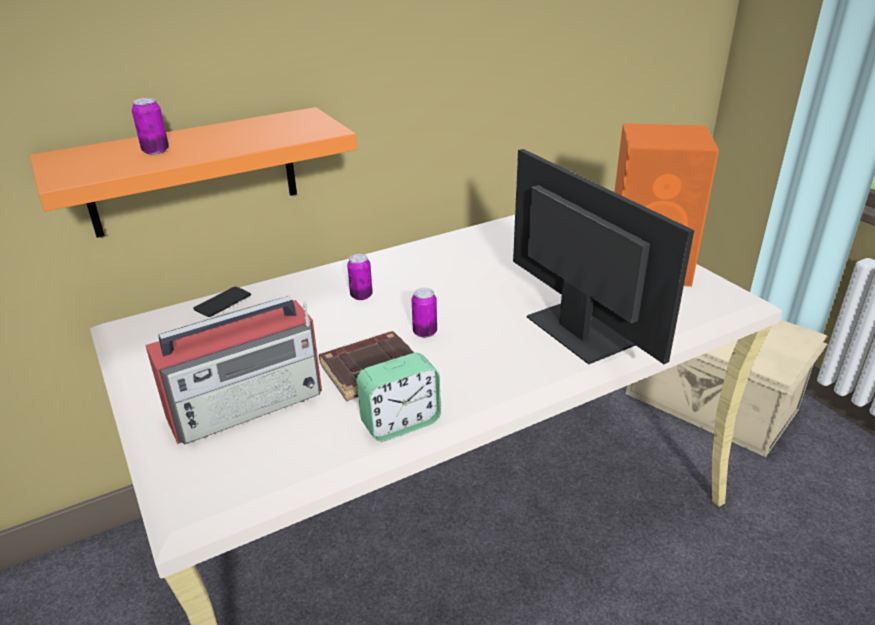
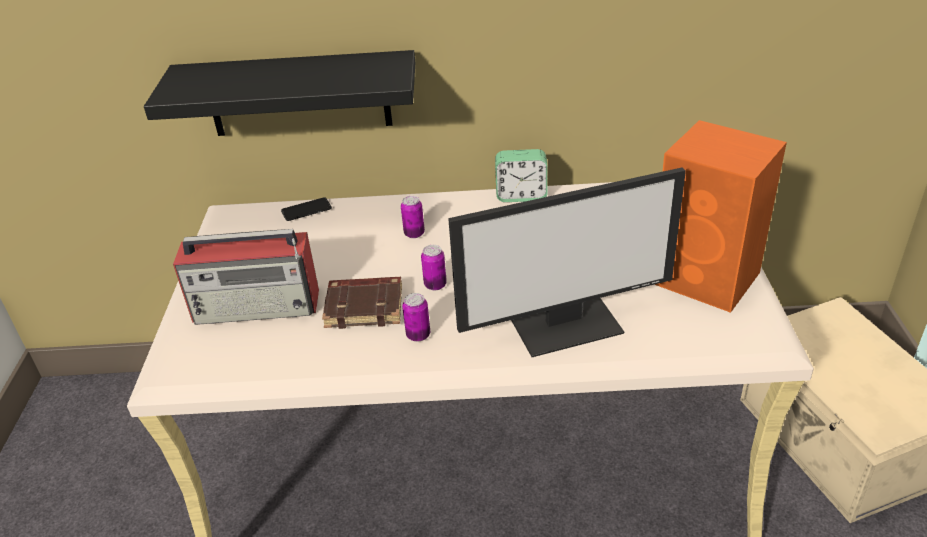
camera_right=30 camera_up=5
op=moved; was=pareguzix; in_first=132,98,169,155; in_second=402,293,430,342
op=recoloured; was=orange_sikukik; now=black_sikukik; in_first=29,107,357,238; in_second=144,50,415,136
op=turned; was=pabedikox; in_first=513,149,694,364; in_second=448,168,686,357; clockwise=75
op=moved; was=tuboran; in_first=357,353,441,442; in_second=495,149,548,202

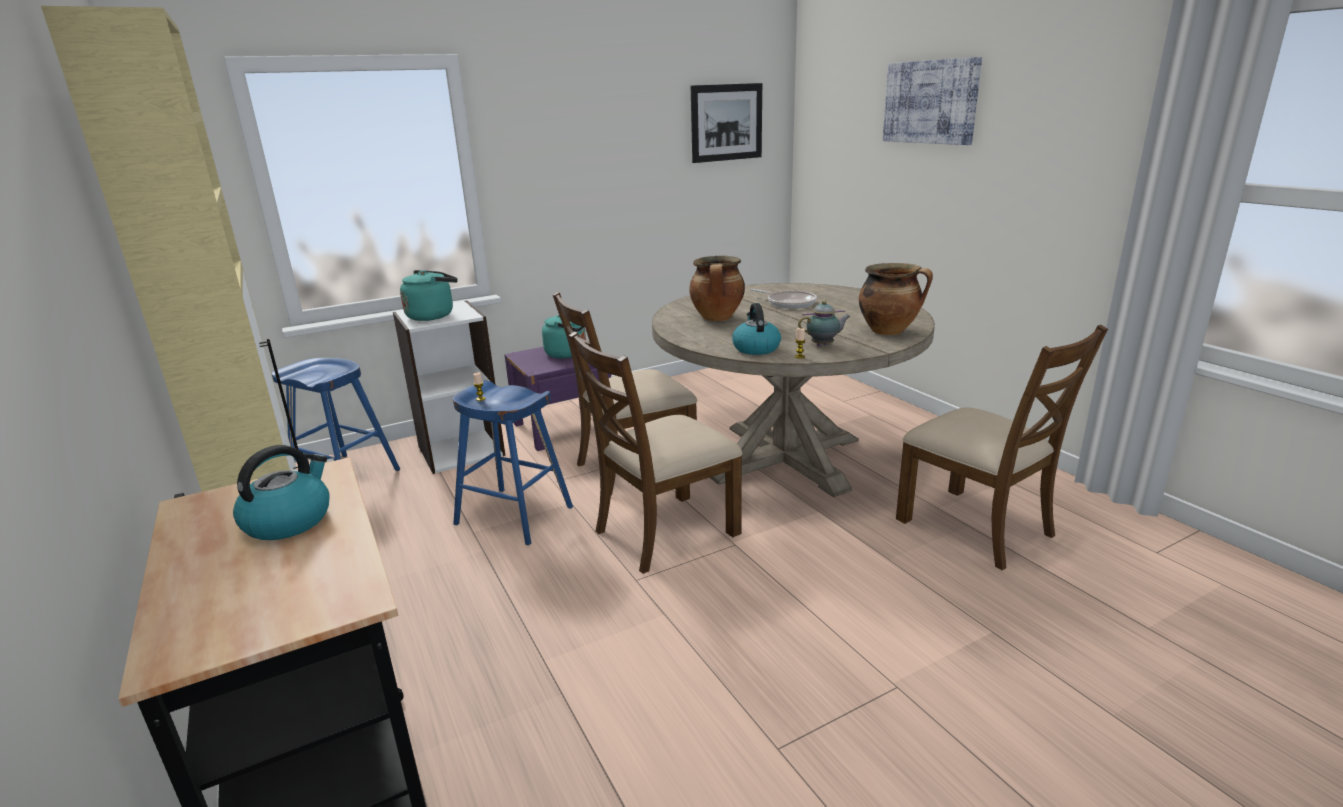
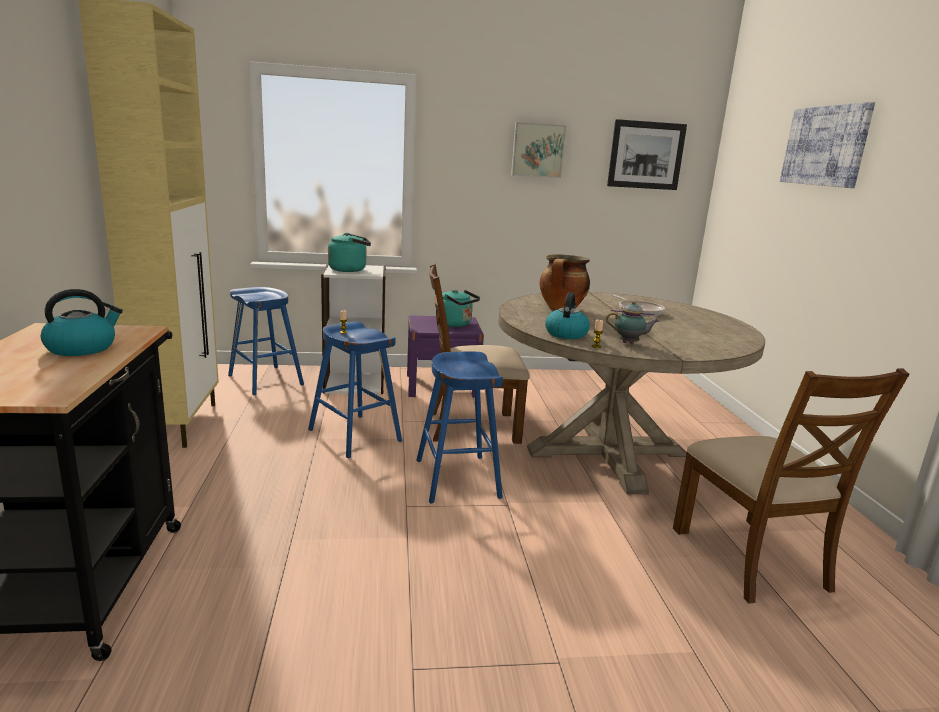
camera_right=20 camera_up=-5
op=removed; was=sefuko; in_first=859,263,933,335
op=replaced; was=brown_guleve; now=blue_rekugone; in_first=568,332,743,574; in_second=416,352,503,504
op=added; now=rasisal; in_second=511,122,566,178

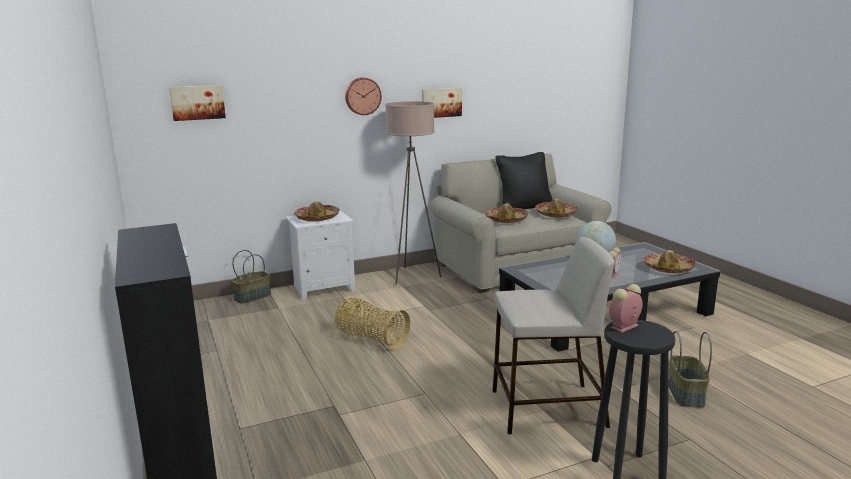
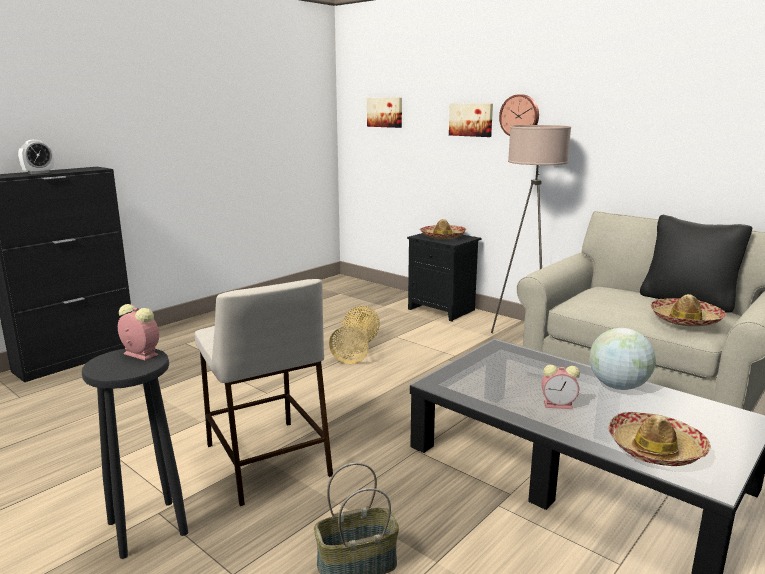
camera_right=65 camera_up=0
op=moved; was=rasisal; in_first=422,88,462,118; in_second=449,103,493,137
op=removed; was=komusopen; in_first=485,203,529,223
op=recoloured; was=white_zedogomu; now=black_zedogomu; in_first=286,210,355,301; in_second=407,233,481,322
op=removed; was=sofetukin; in_first=231,250,271,304
op=added; now=tuboran; in_second=18,140,54,174

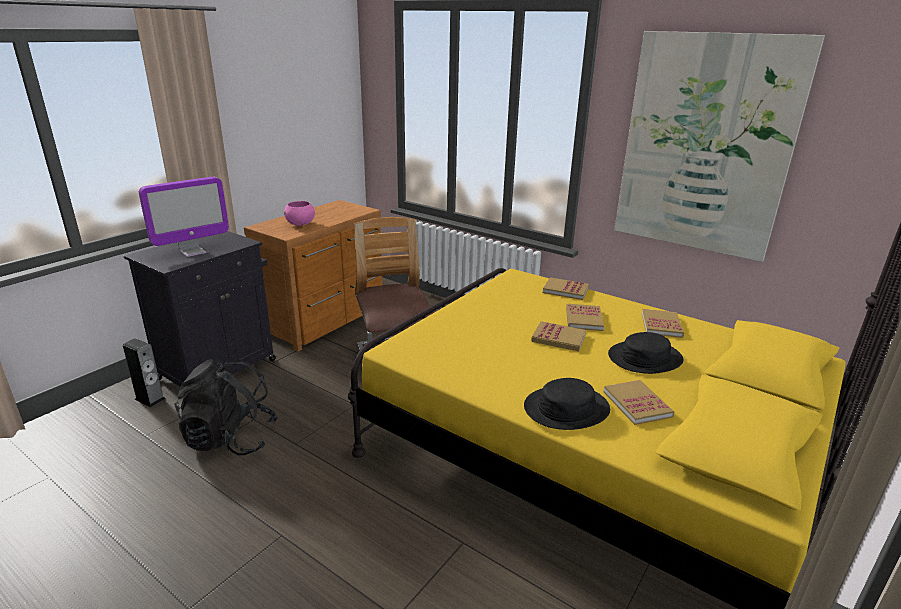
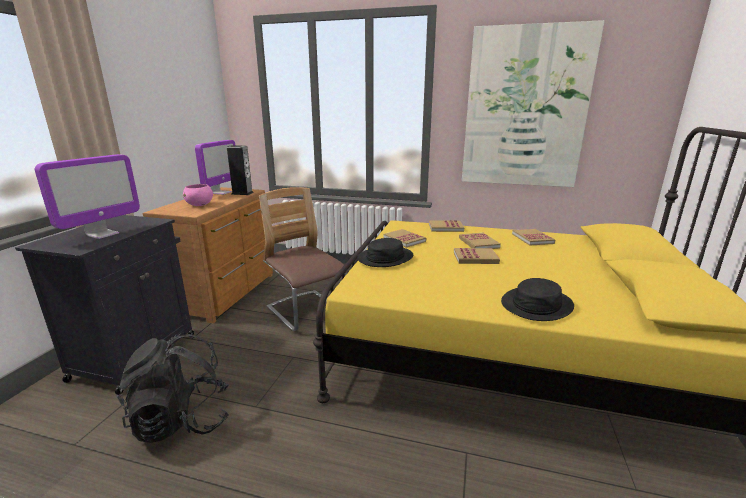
camera_right=-20 camera_up=-5
op=moved; was=black_komusopen; in_first=608,332,683,374; in_second=357,238,413,267
op=moved; was=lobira; in_first=123,338,165,407; in_second=227,145,254,195
op=moved; was=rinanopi; in_first=604,380,675,425; in_second=383,229,426,248
op=added; now=pabedikox; in_second=195,140,236,195

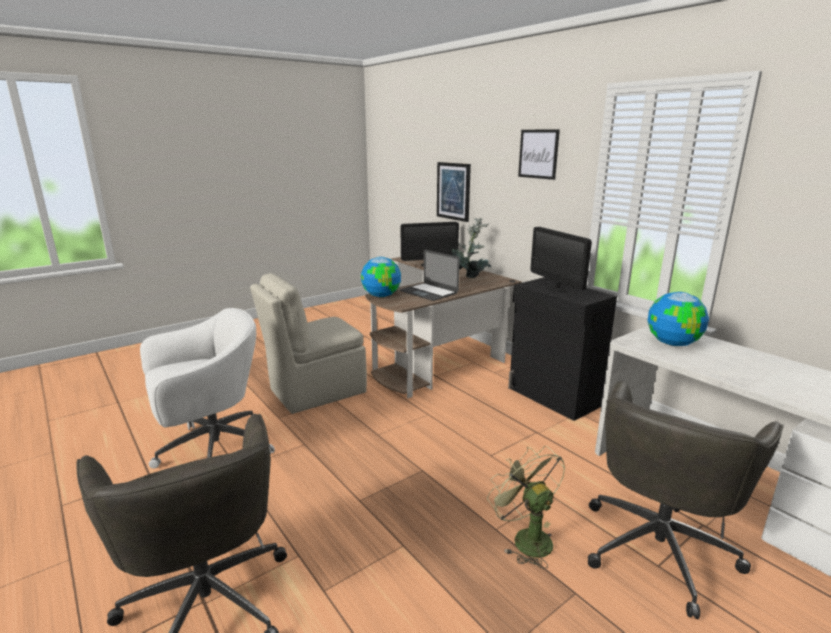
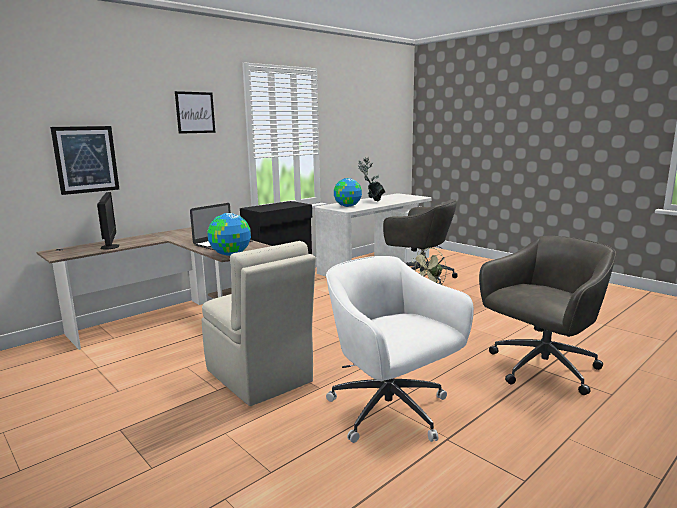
camera_right=-95 camera_up=-5
op=moved; was=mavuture; in_first=452,218,491,278; in_second=358,157,386,201
op=removed; was=pabedikox; in_first=531,227,592,292

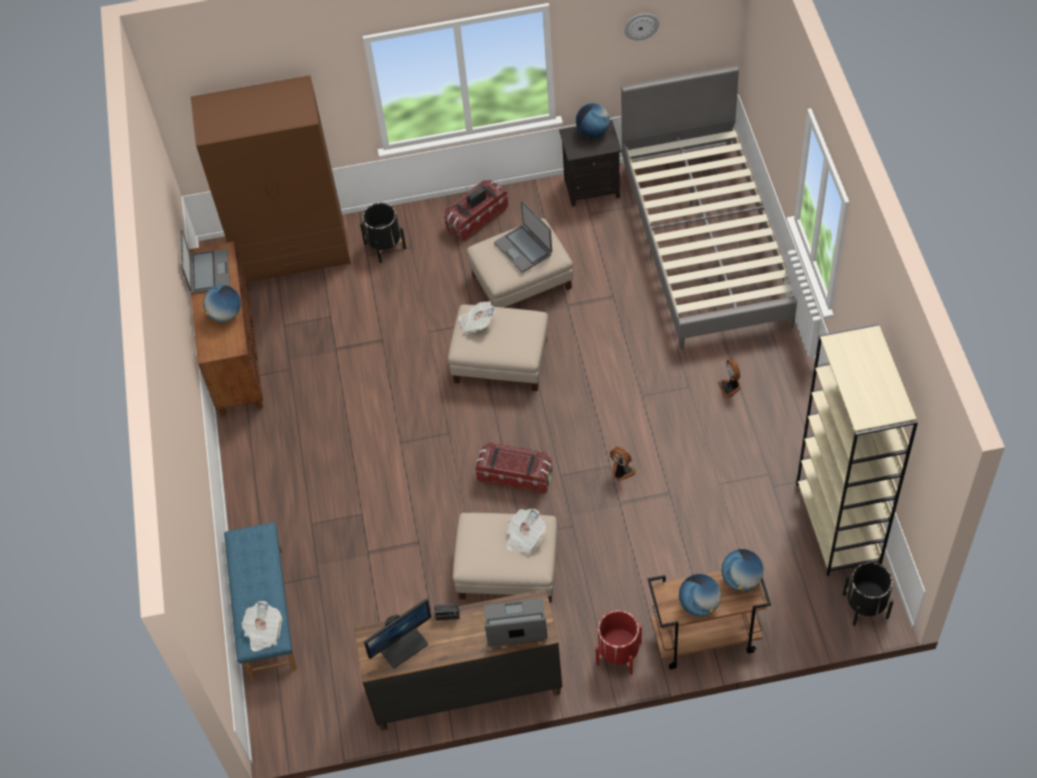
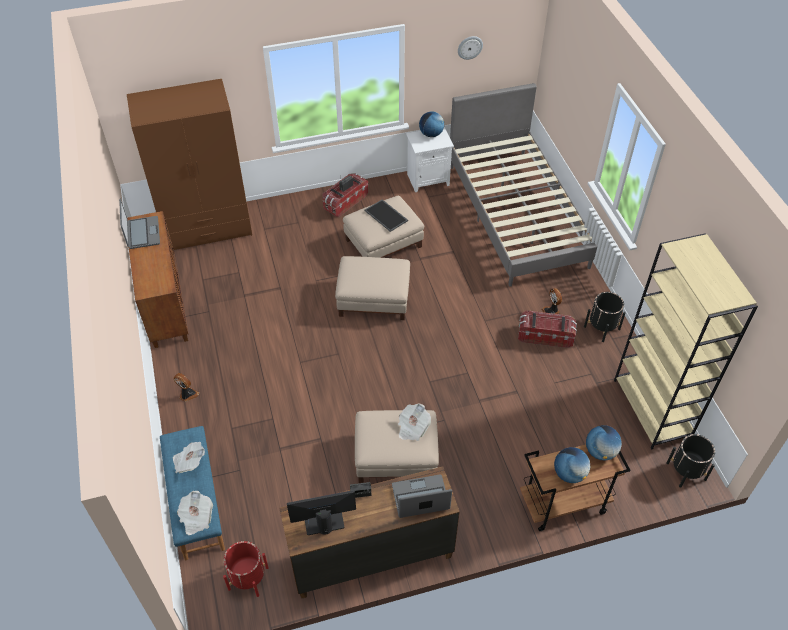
camera_right=-10 camera_up=-5
op=recoloured; was=black_zedogomu; now=white_zedogomu; in_first=559,120,622,207; in_second=406,127,454,192
op=replaced; was=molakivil; now=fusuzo; in_first=494,201,552,273; in_second=365,199,408,232
op=moved; was=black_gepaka; in_first=360,203,406,263; in_second=584,292,626,342
op=removed; was=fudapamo; in_first=203,285,241,322
op=moved; was=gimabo; in_first=459,301,495,333; in_second=173,442,205,473
op=moved; was=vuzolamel; in_first=475,443,552,495; in_second=518,310,577,348
op=moved; was=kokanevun; in_first=610,446,636,481; in_second=174,373,199,402
op=turned; was=pabedikox; in_first=364,598,431,668; in_second=287,490,356,535; clockwise=-150
op=moved; was=red_gepaka; in_first=595,610,642,674; in_second=223,541,269,597

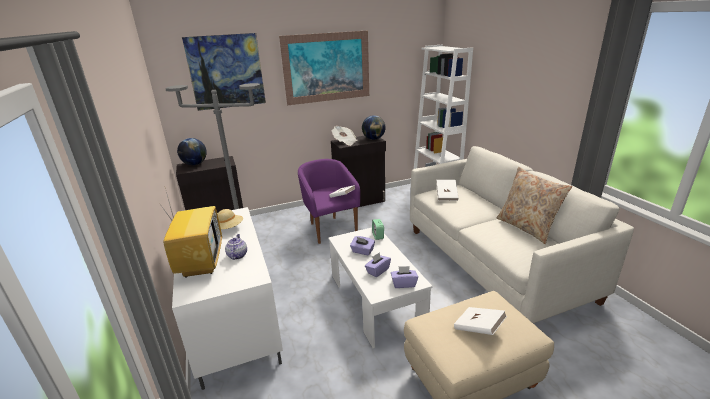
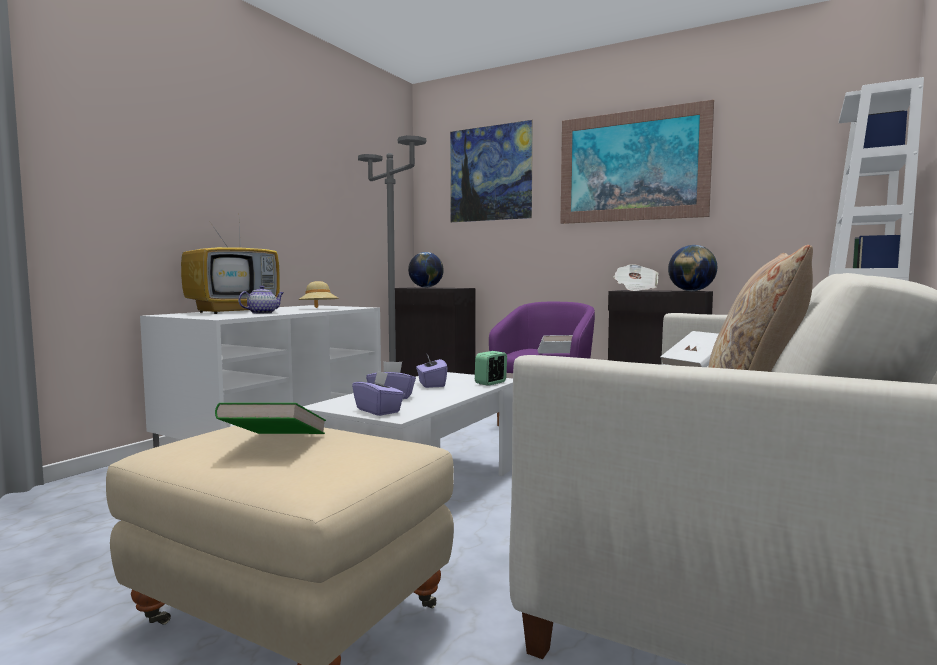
camera_right=50 camera_up=-20
op=recoloured; was=white_rinanopi; now=green_rinanopi; in_first=454,307,507,335; in_second=215,403,326,434

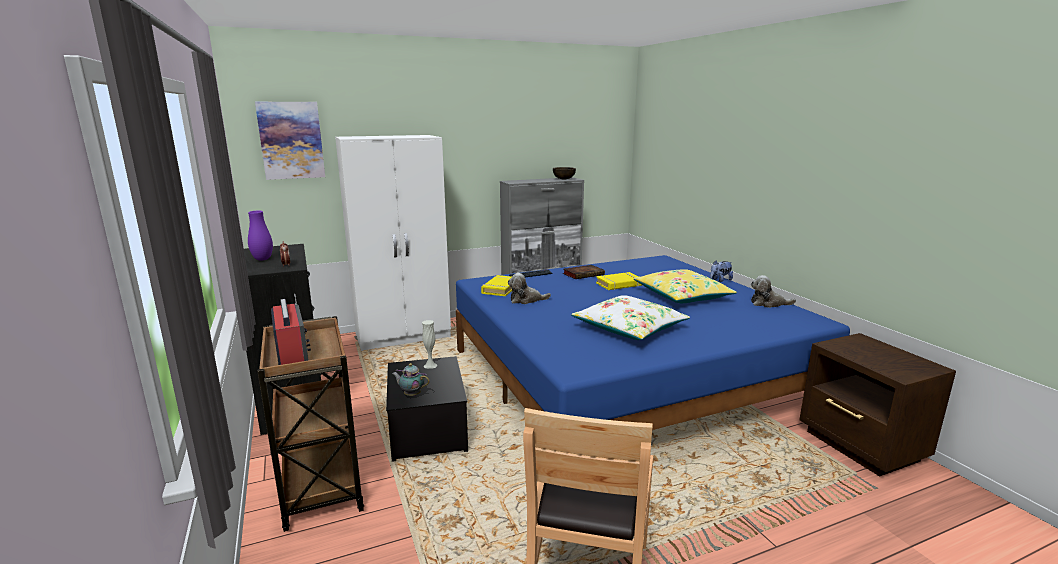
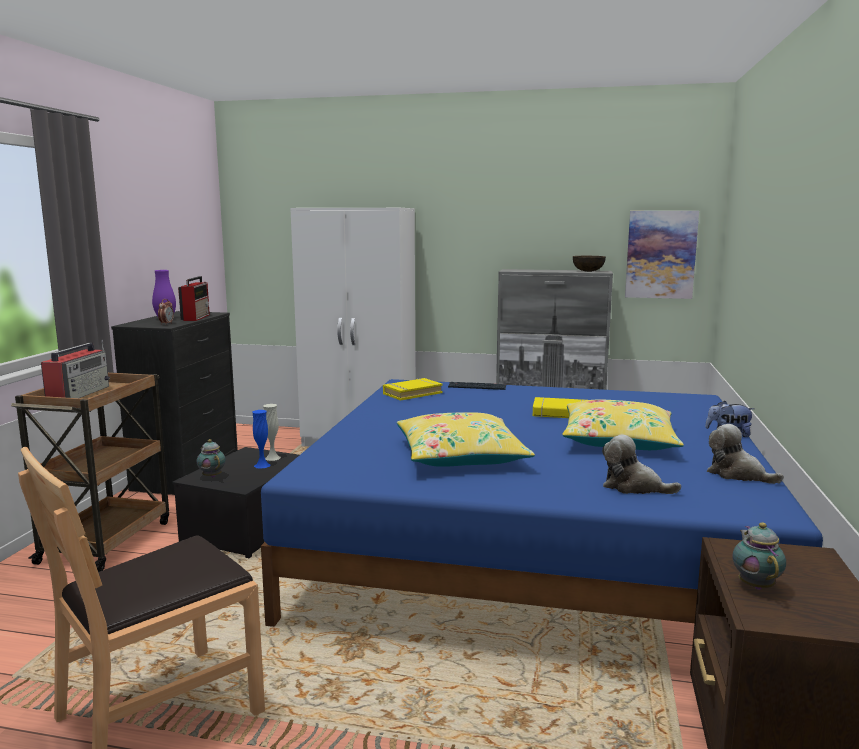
camera_right=35 camera_up=-5
op=moved; was=rasisal; in_first=255,102,325,180; in_second=625,211,699,299
op=removed; was=rinanopi; in_first=563,265,605,279
op=moved; was=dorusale; in_first=508,273,551,304; in_second=602,434,681,494
op=recoloured; was=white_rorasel; now=yellow_rorasel; in_first=571,295,690,340; in_second=397,412,535,467
op=added; now=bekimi; in_second=178,276,210,321
op=added; now=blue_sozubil; in_second=252,410,270,469
op=added; now=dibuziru; in_second=732,522,786,590

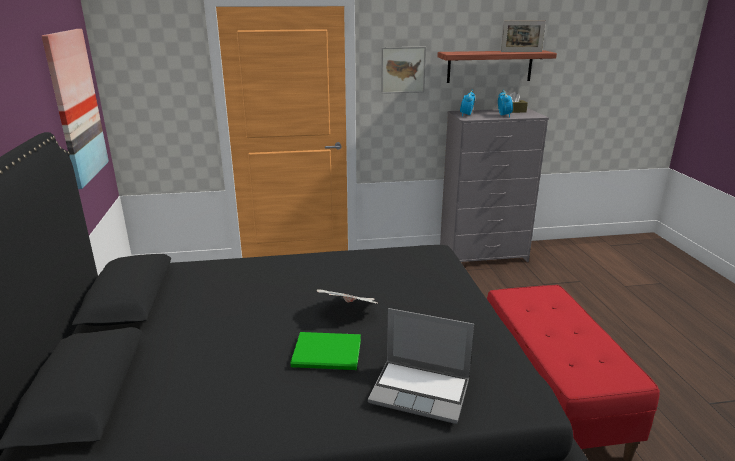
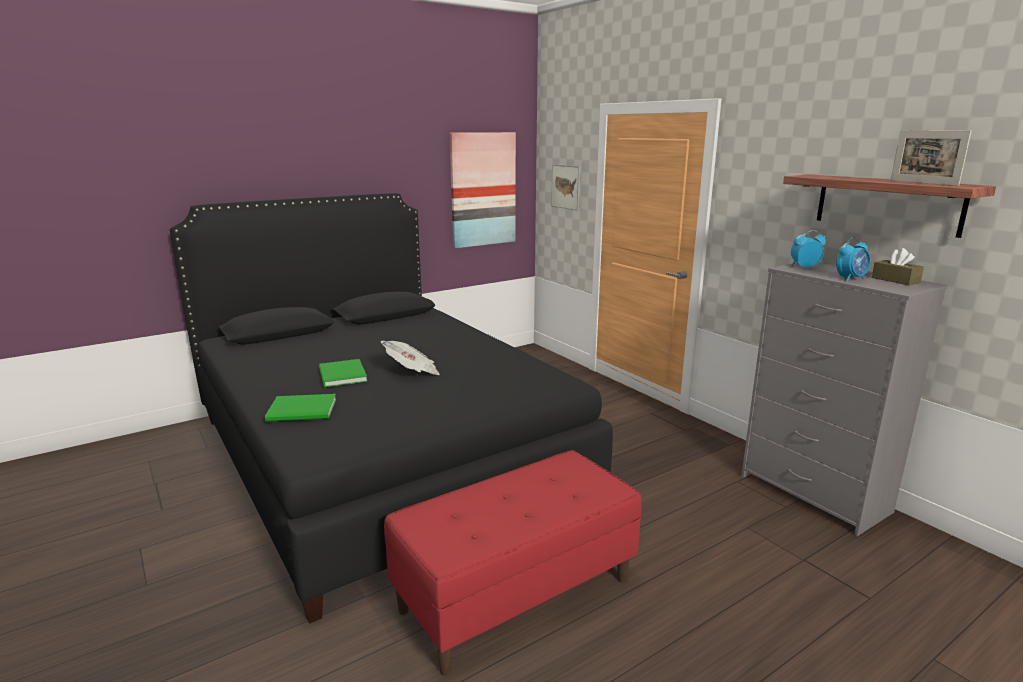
camera_right=65 camera_up=-5
op=moved; was=rasisal; in_first=381,47,426,94; in_second=551,164,580,211
op=replaced; was=molakivil; now=green_rinanopi; in_first=368,308,474,424; in_second=265,394,336,421

